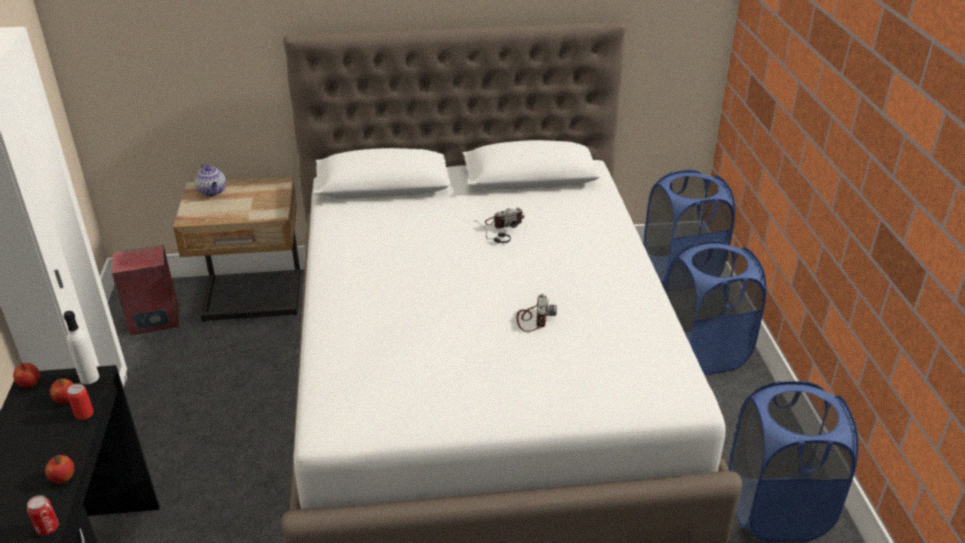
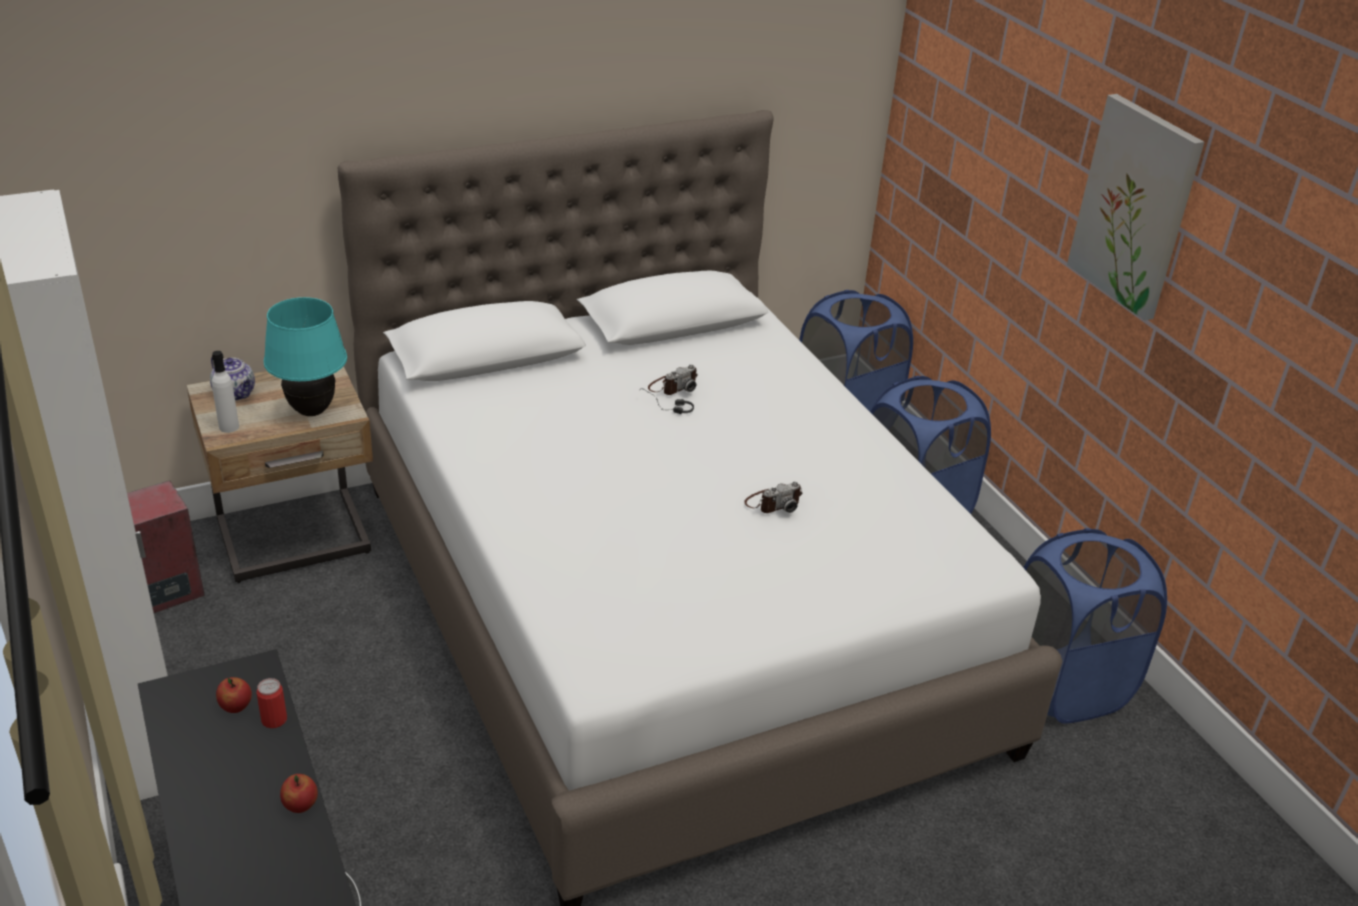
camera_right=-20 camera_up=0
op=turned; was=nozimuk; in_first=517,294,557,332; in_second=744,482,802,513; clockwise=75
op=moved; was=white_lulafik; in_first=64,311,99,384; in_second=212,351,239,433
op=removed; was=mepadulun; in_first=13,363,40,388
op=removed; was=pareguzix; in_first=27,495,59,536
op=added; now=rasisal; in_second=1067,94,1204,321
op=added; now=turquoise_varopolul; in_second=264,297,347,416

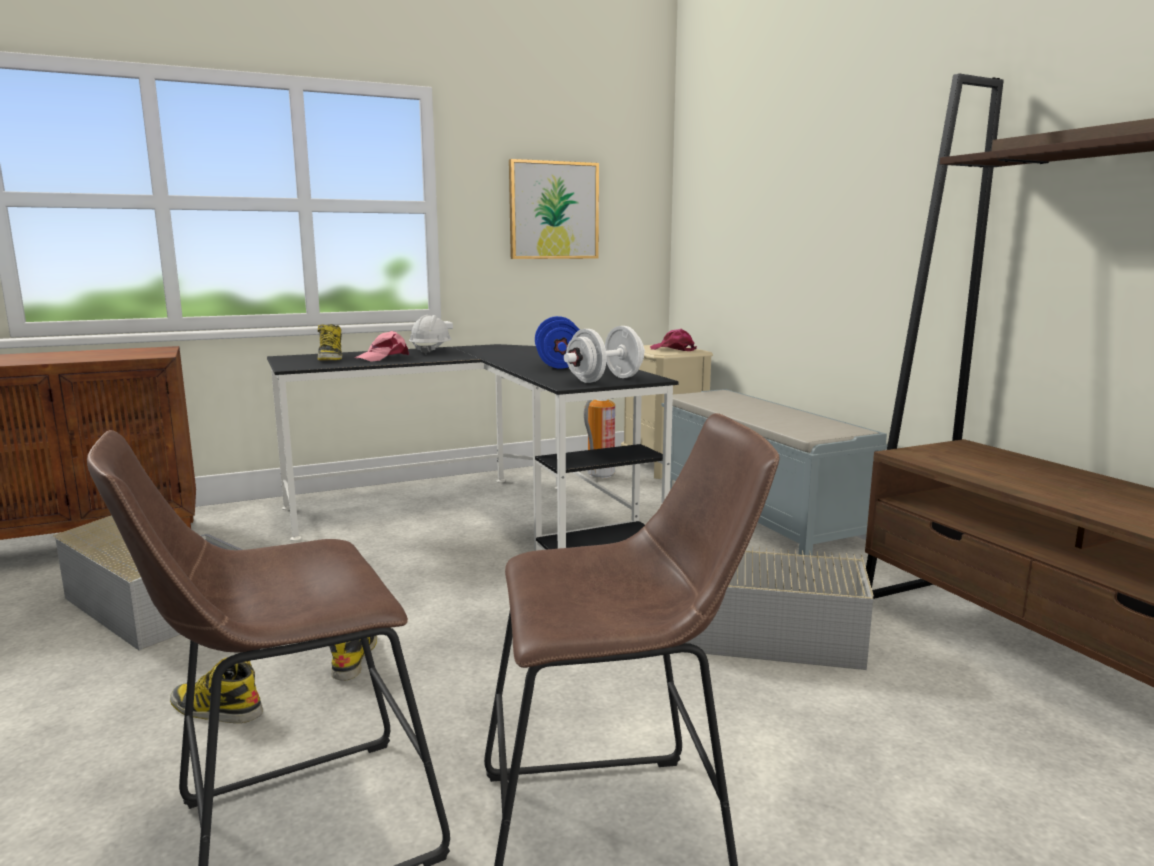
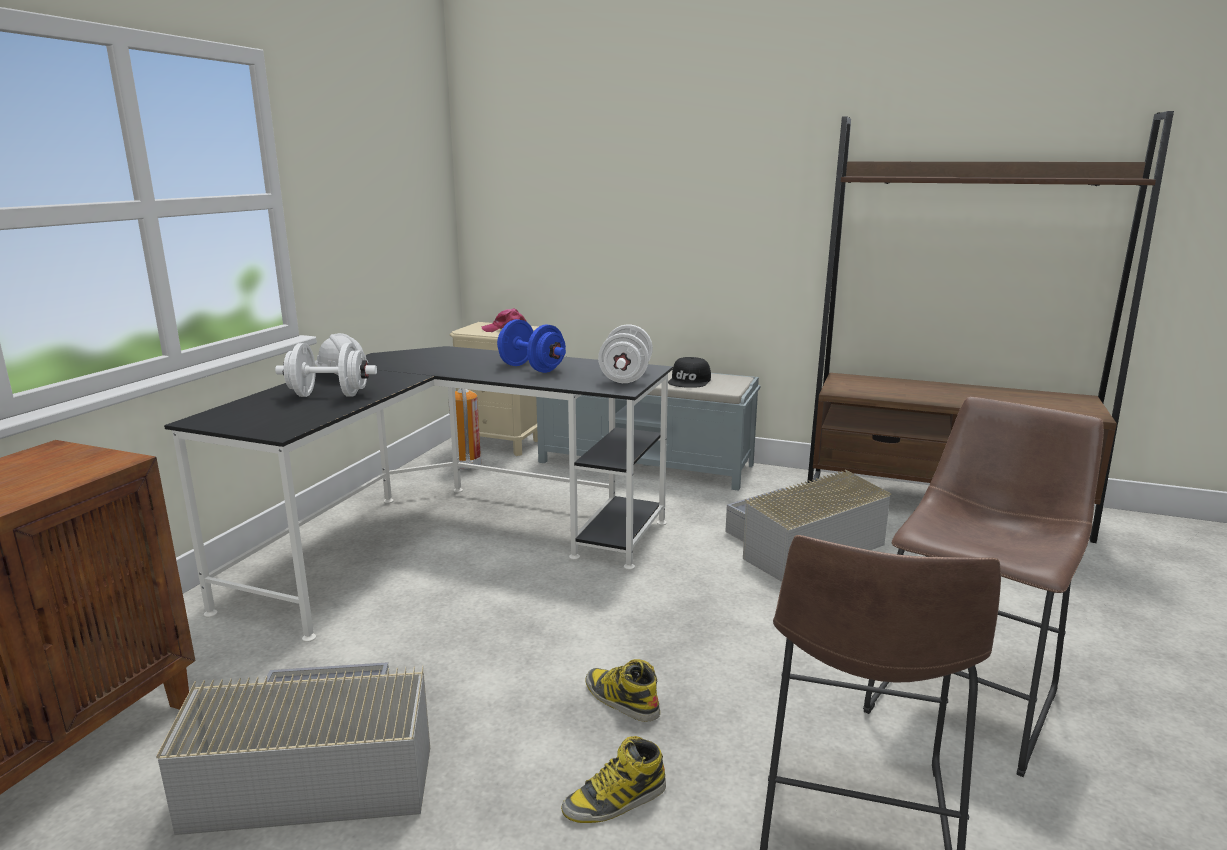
camera_right=-45 camera_up=5
op=removed; was=rasisal; in_first=509,159,599,259
op=removed; was=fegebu; in_first=318,324,342,361
op=replaced; was=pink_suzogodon; now=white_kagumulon; in_first=354,331,409,362; in_second=275,343,377,397
op=added; now=black_suzogodon; in_second=668,357,711,388

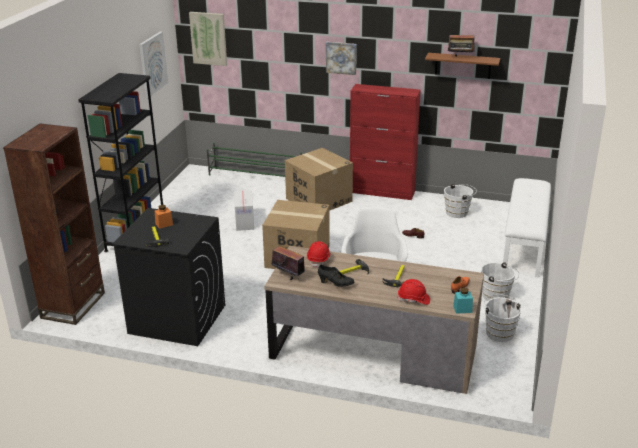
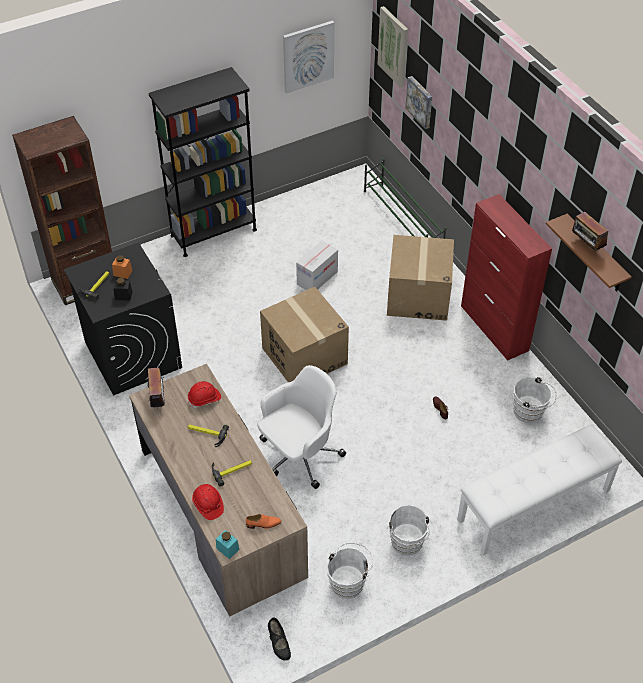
camera_right=45 camera_up=20
op=moved; was=rasisal; in_first=326,42,357,75; in_second=405,76,432,129
op=moved; was=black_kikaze; in_first=318,265,355,287; in_second=268,618,291,661
op=added; now=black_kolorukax; in_second=113,278,133,301

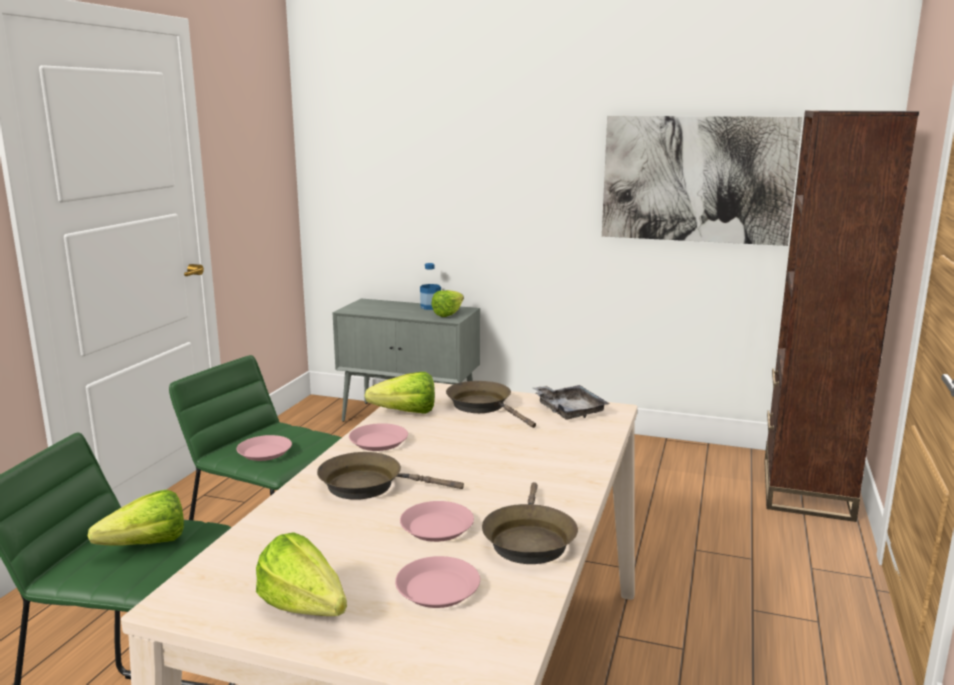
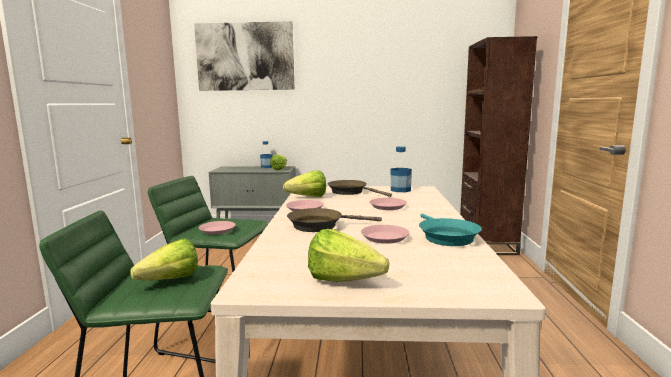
camera_right=-15 camera_up=-5
op=moved; was=rasisal; in_first=602,116,802,246; in_second=194,21,294,91
op=replaced; was=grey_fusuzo; now=lulafik; in_first=533,385,610,419; in_second=391,146,412,192
op=recoloured; was=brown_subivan; now=turquoise_subivan; in_first=482,482,578,564; in_second=419,214,482,246
op=moved; was=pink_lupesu; in_first=395,556,480,608; in_second=369,198,407,210

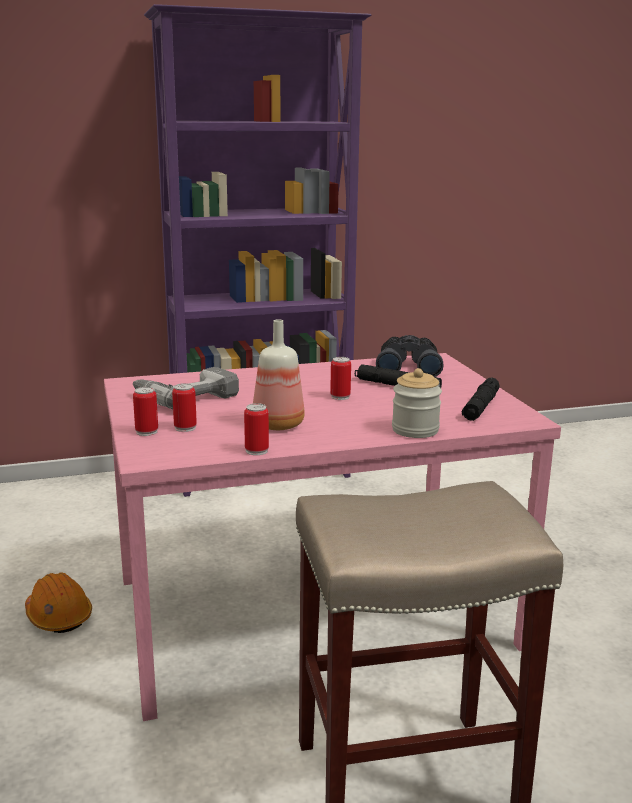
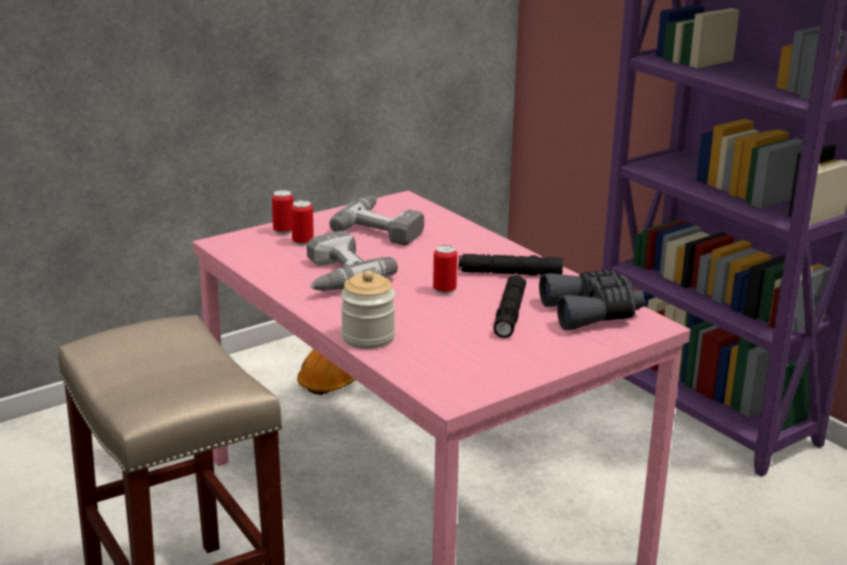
camera_right=70 camera_up=5
op=replaced; was=lulafik; now=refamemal; in_first=253,319,305,430; in_second=307,231,398,291
op=moved; was=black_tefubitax; in_first=462,377,500,421; in_second=458,254,563,276
op=removed; was=pareguzix; in_first=244,403,269,455

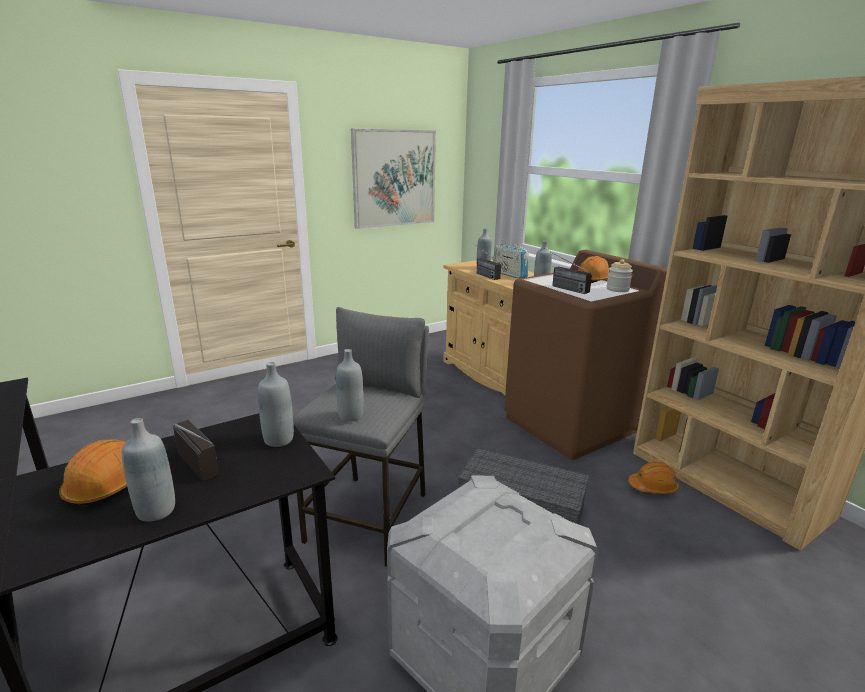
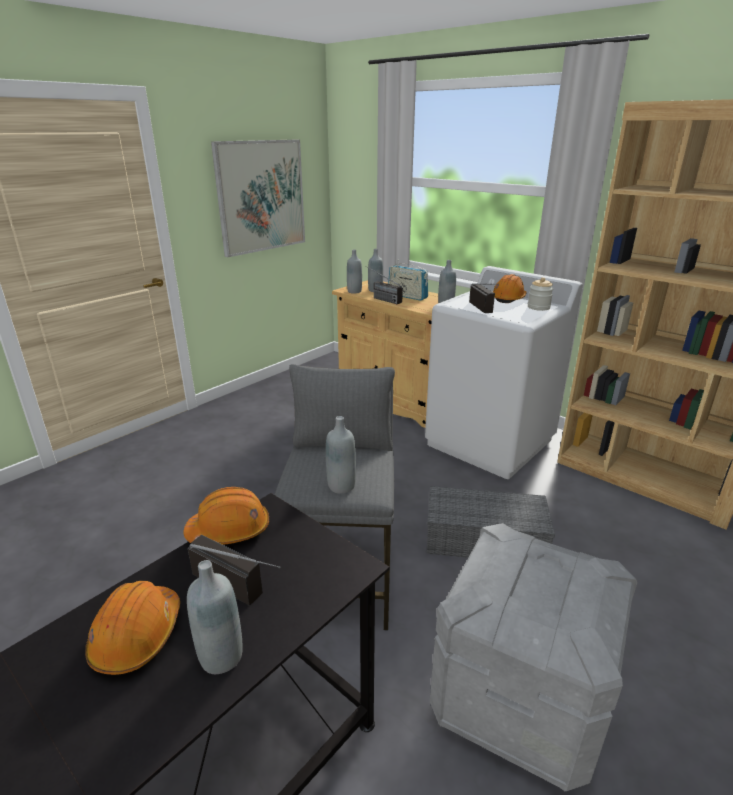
camera_right=-15 camera_up=5
op=turned; was=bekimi; in_first=544,248,592,294; in_second=469,283,495,313; clockwise=-135
op=recoloured; was=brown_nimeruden; now=white_nimeruden; in_first=504,250,667,460; in_second=425,266,583,479
op=moved; was=grey_lulafik; in_first=258,362,294,447; in_second=347,250,362,294
op=moved; was=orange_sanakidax; in_first=628,462,679,494; in_second=184,487,269,545

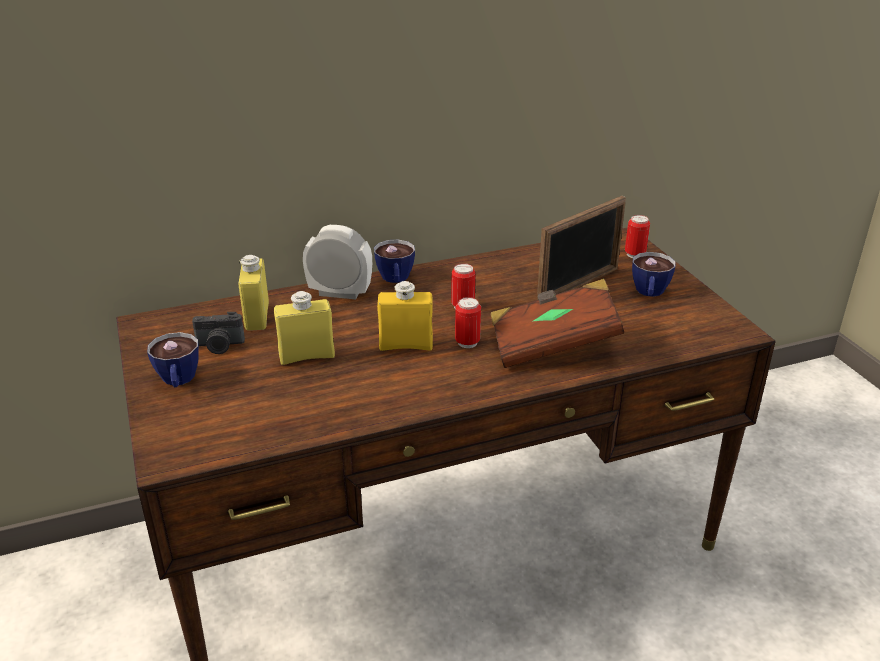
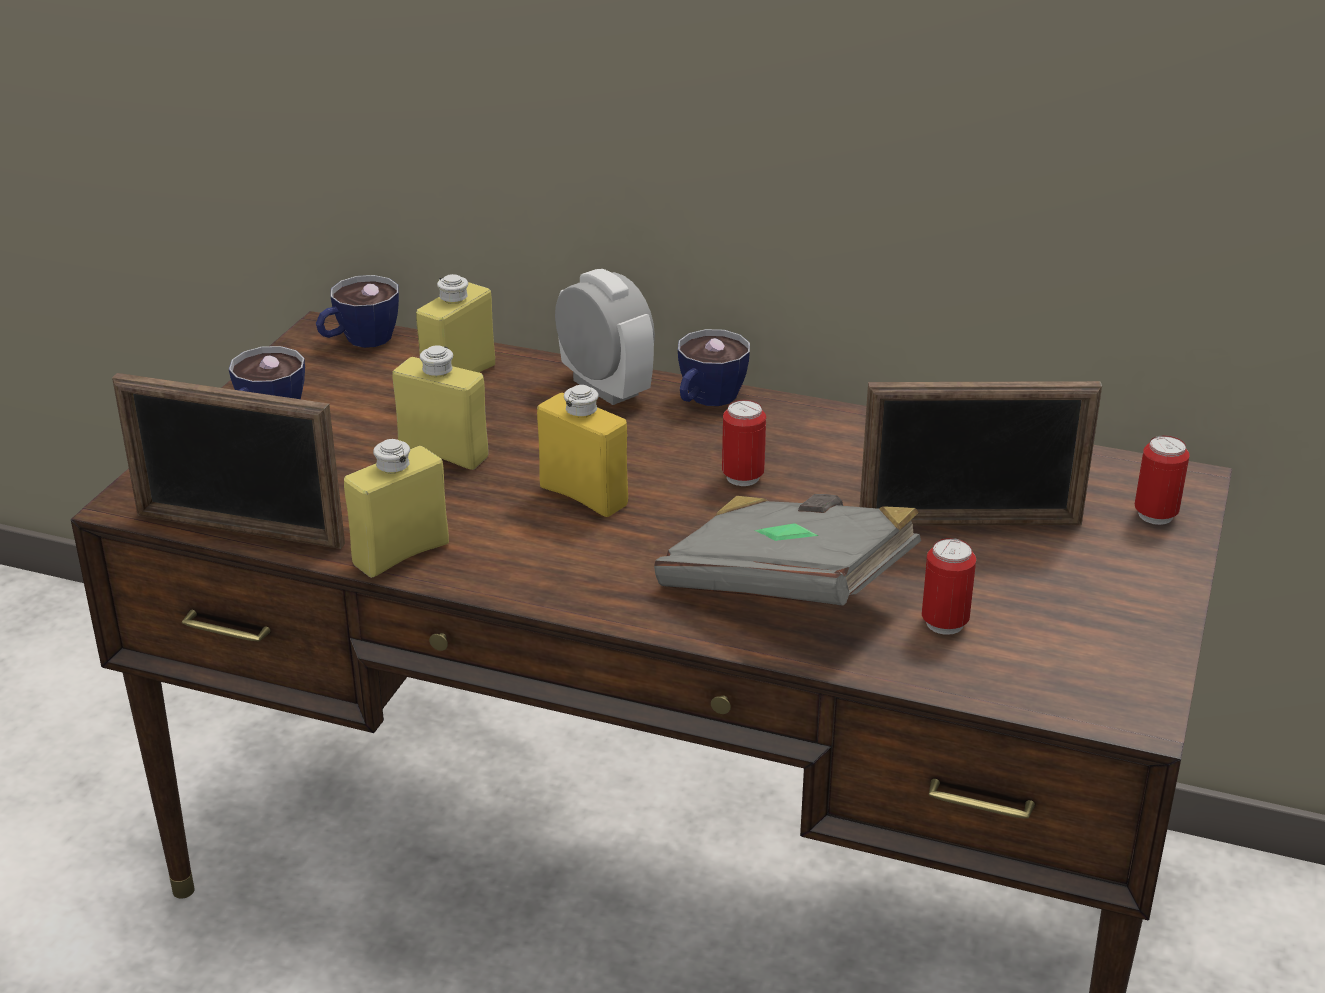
camera_right=40 camera_up=0
op=moved; was=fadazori; in_first=632,252,676,297; in_second=316,275,399,348
op=recoloured; was=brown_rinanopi; now=grey_rinanopi; in_first=490,279,624,368; in_second=654,494,921,606
op=moved; was=pareguzix; in_first=455,297,481,348; in_second=922,538,976,635
op=removed; was=nozimuk; in_first=192,312,245,354
op=added; now=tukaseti; in_second=112,373,345,549
op=added; now=yellow_lulafik; in_second=344,439,449,578

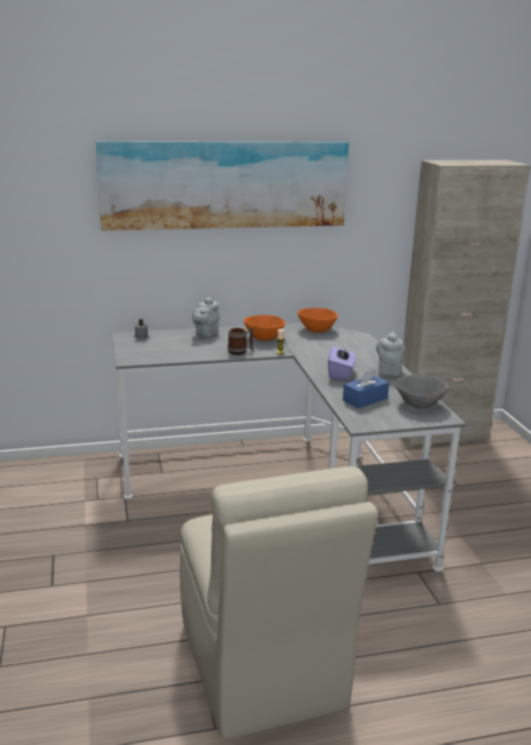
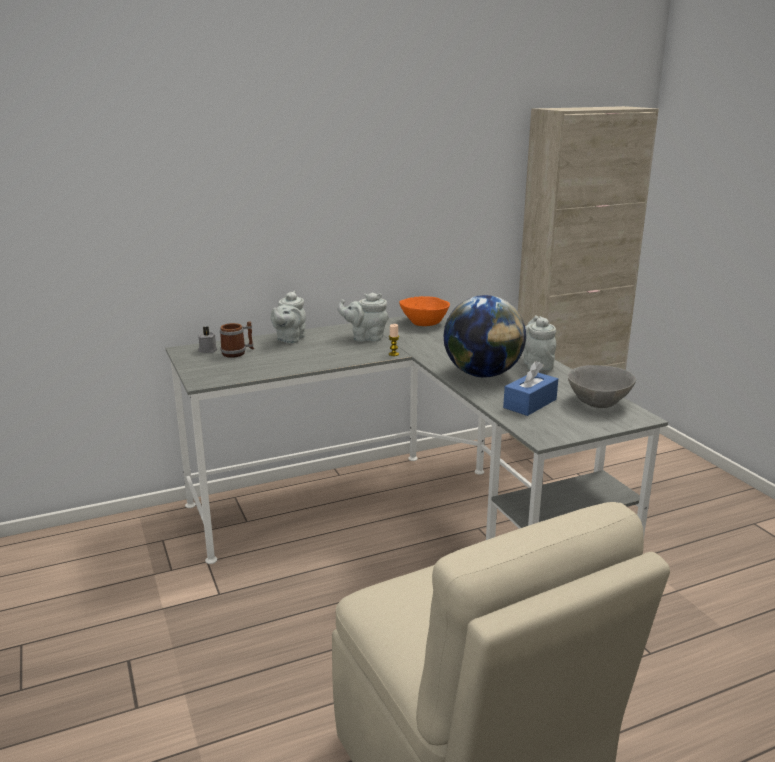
camera_right=-10 camera_up=0
op=removed; was=rasisal; in_first=96,141,349,231
op=replaced; was=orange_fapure; now=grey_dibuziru; in_first=244,315,286,341; in_second=337,293,389,342
op=moved; was=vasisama; in_first=227,327,254,355; in_second=220,321,254,358
op=replaced; was=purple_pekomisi; now=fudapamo; in_first=328,342,356,380; in_second=444,295,526,377

